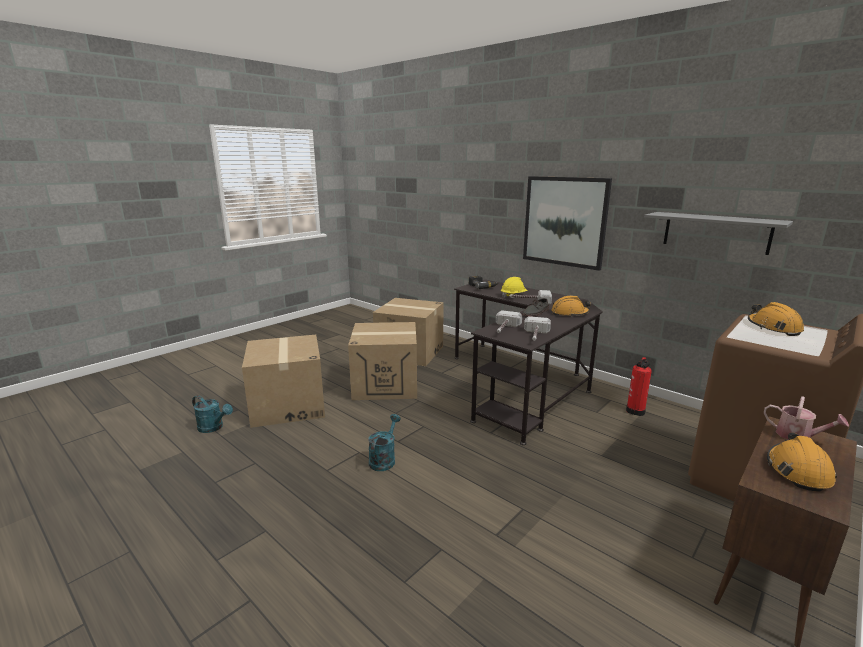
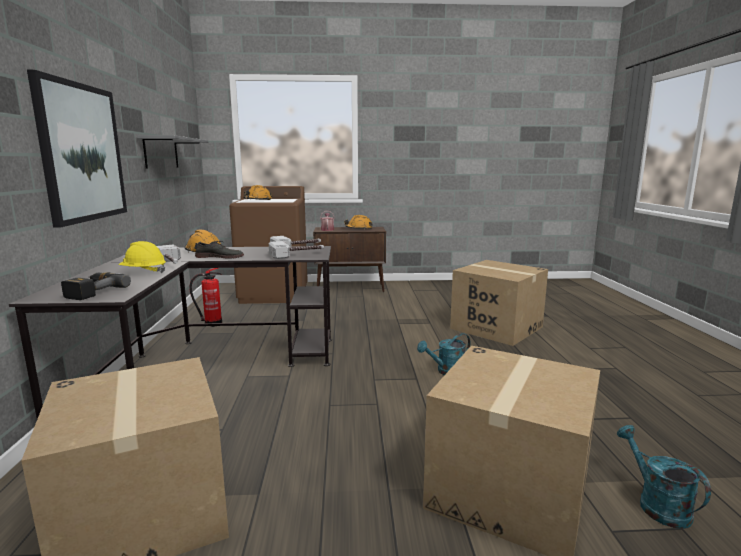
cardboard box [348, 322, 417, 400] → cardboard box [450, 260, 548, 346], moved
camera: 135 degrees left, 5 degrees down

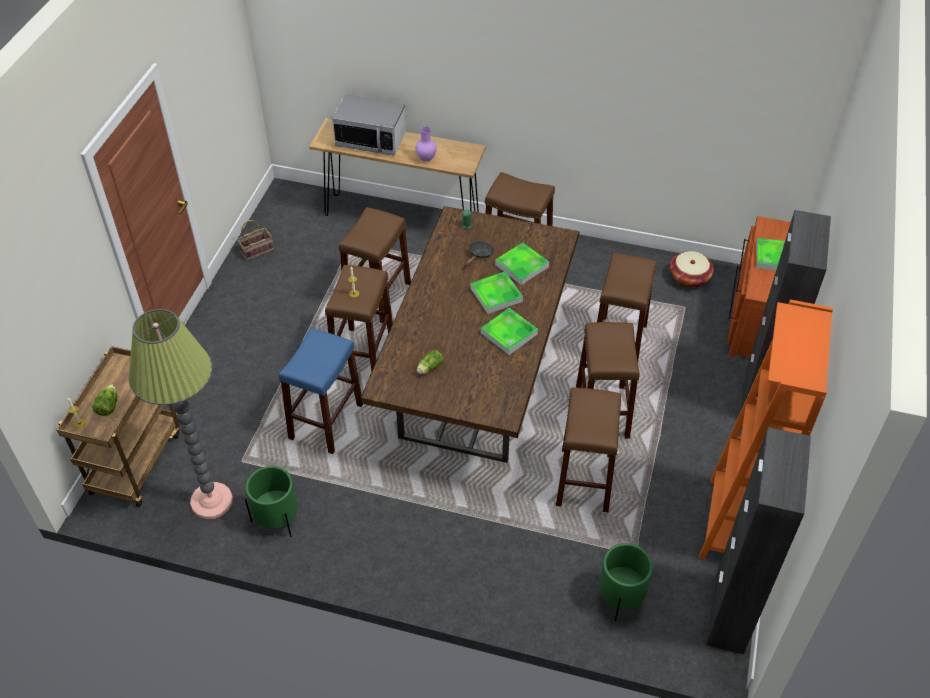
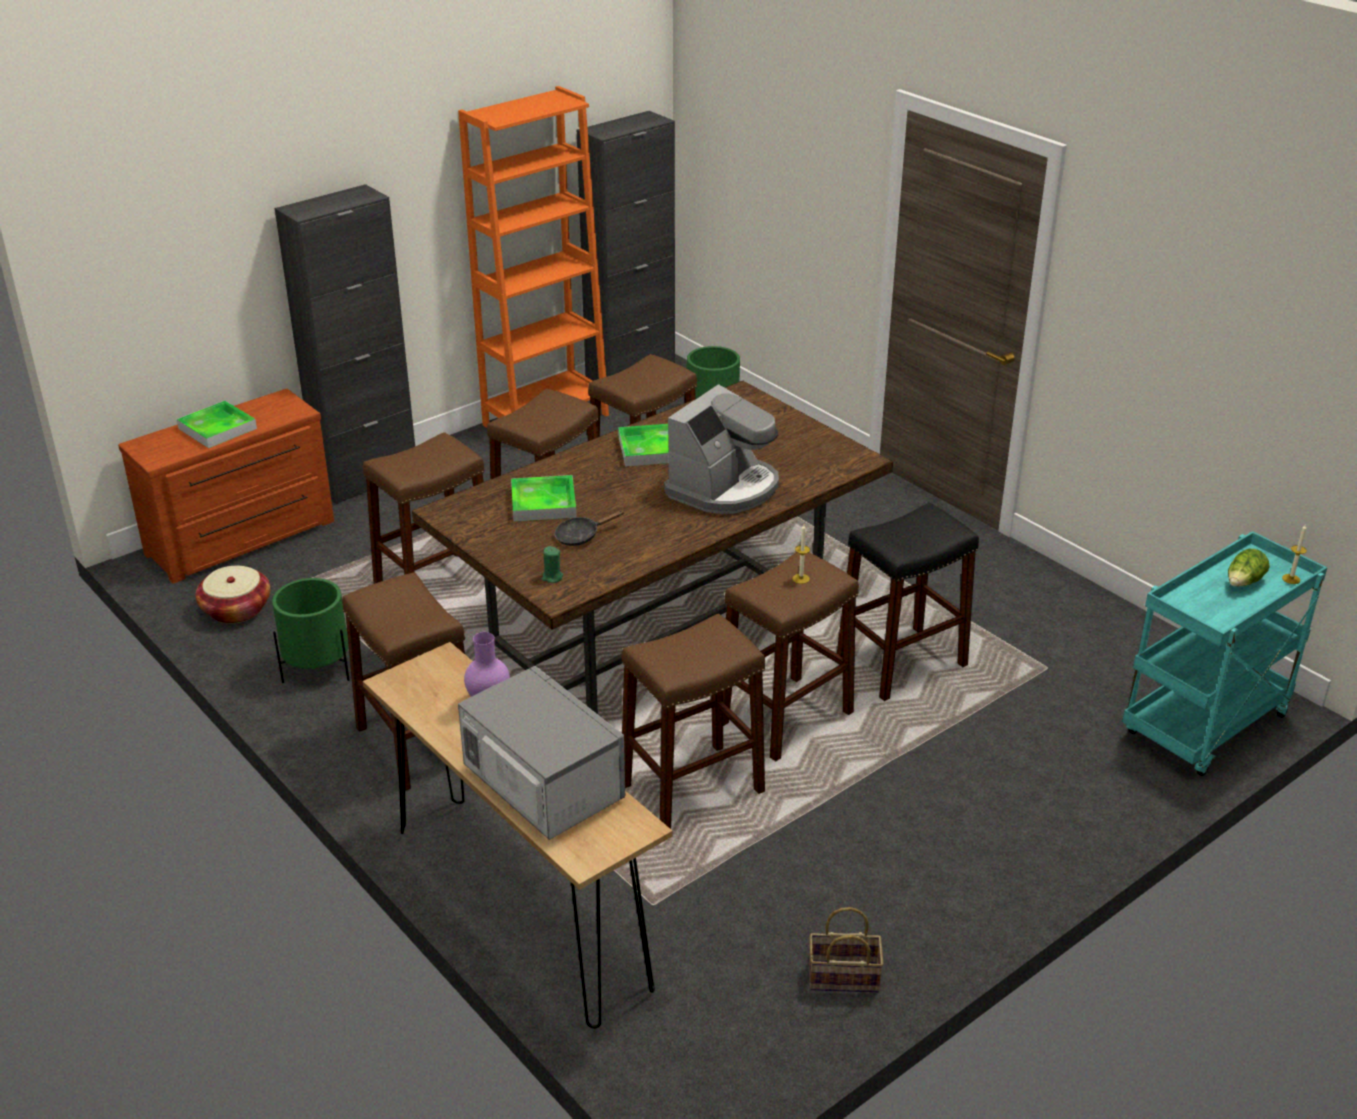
floor lamp [129, 309, 233, 519] → -
lettuce [417, 350, 443, 374] → -
tray [470, 272, 523, 314] → -
- → coffee machine [664, 384, 779, 514]
green planter [245, 466, 298, 537] → green planter [272, 578, 350, 683], moved
brown cart [57, 346, 180, 507] → turquoise cart [1122, 531, 1327, 776]
blue stool [279, 328, 363, 454] → black stool [837, 503, 979, 701]
camera: 145 degrees left, 15 degrees down

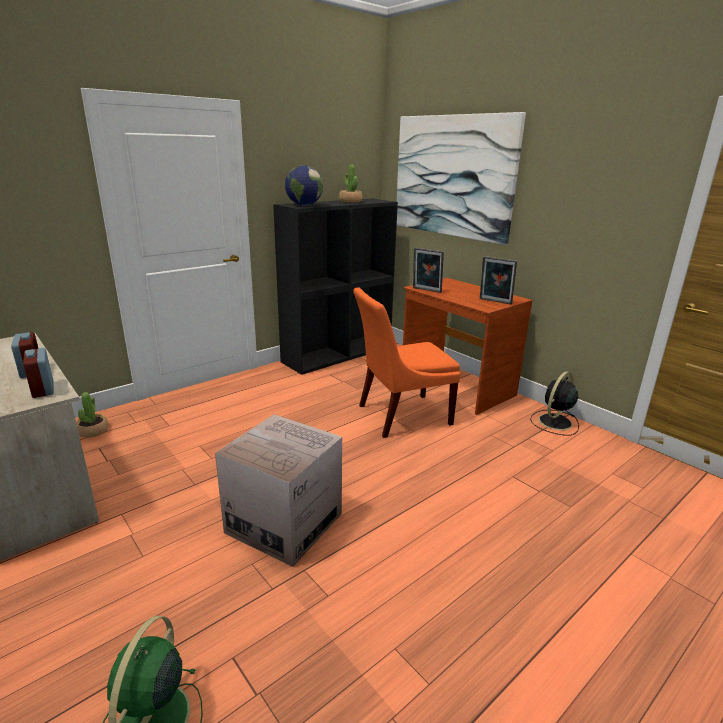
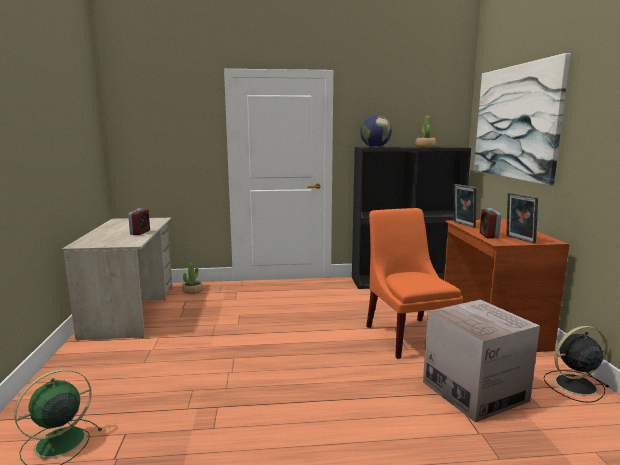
alarm clock [23, 348, 54, 398] → alarm clock [480, 208, 501, 239], moved
cardboard box [215, 414, 342, 567] → cardboard box [423, 299, 540, 422], moved
orange chair [353, 287, 460, 438] → orange chair [366, 208, 463, 359], 60 degrees clockwise
camera: 35 degrees right, 10 degrees down

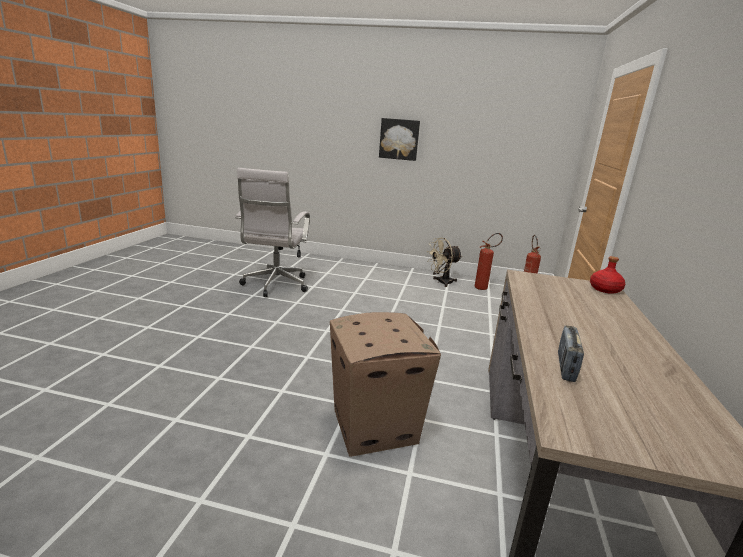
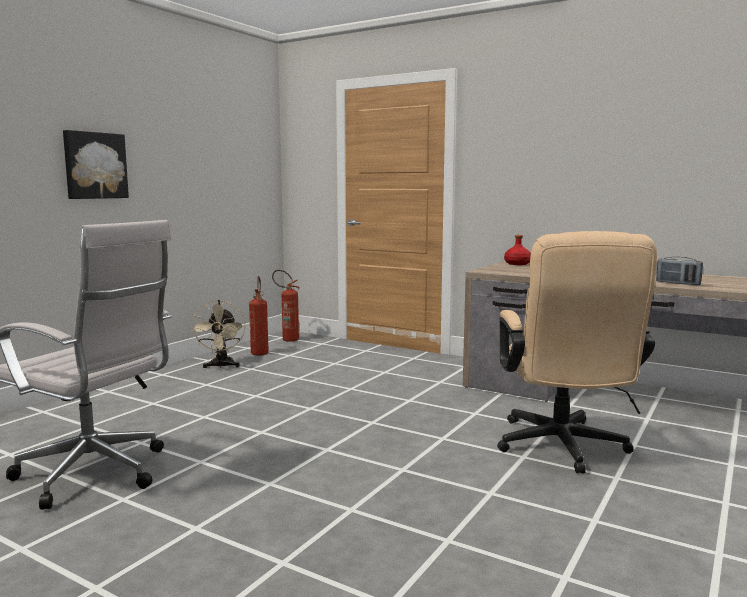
cardboard box [330, 312, 441, 457] → beige office chair [497, 231, 657, 473]
camera: 70 degrees left, 10 degrees down

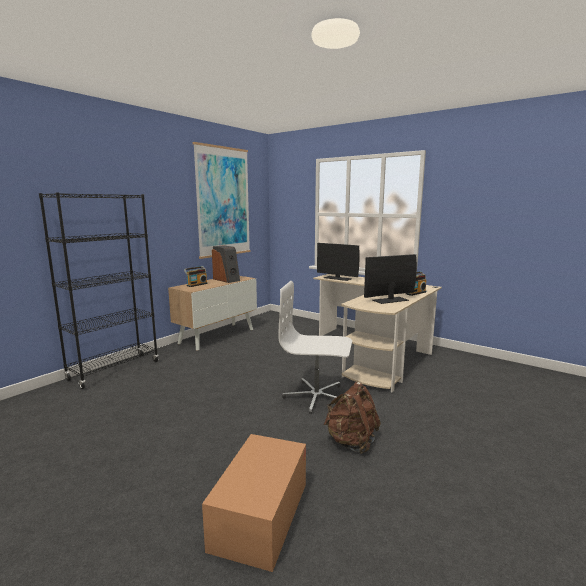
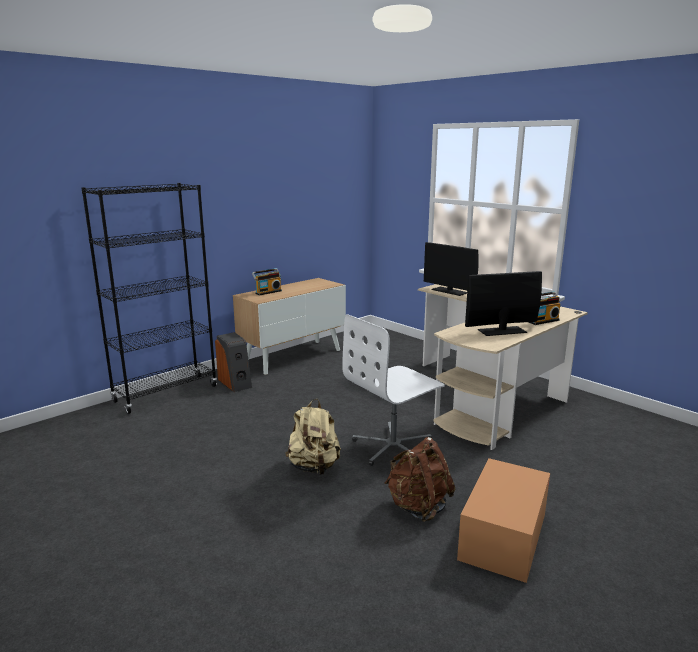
picture [193, 142, 251, 259] → -
- → beige backpack [285, 399, 341, 475]
cardboard box [202, 434, 306, 572] → cardboard box [457, 458, 550, 583], moved
speaker [212, 245, 240, 283] → speaker [215, 332, 252, 392], moved
white office chair [278, 281, 352, 414] → white office chair [342, 314, 445, 466], 60 degrees counterclockwise
camera: 10 degrees right, 5 degrees up

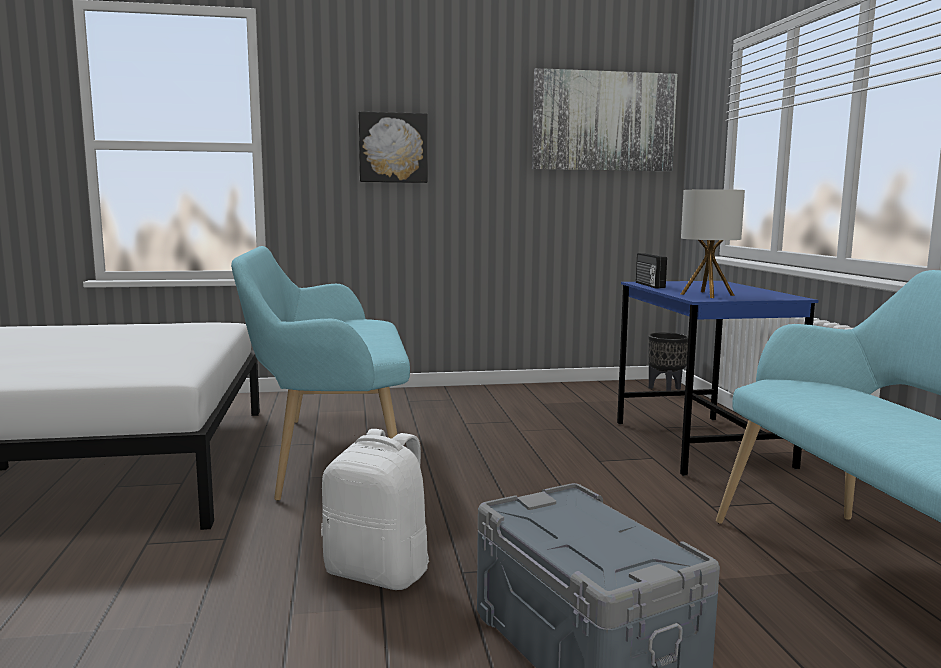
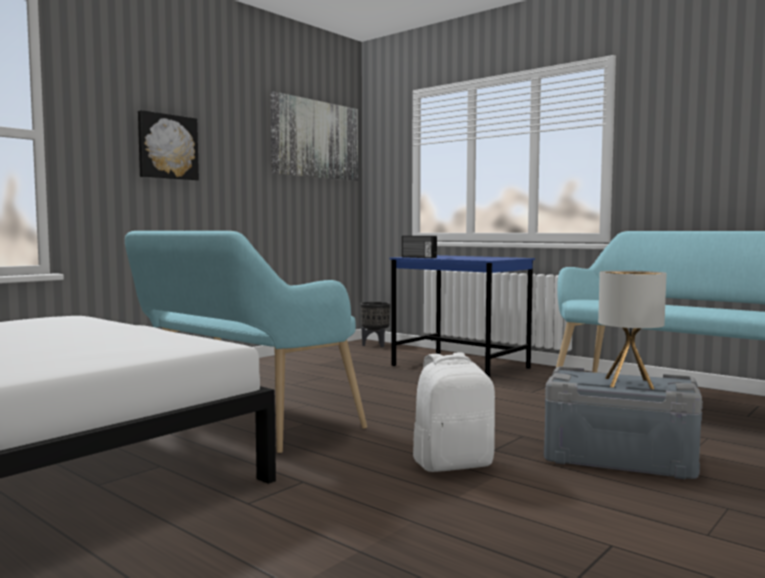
table lamp [680, 189, 745, 298] → table lamp [598, 270, 667, 389], moved
camera: 40 degrees left, 5 degrees down

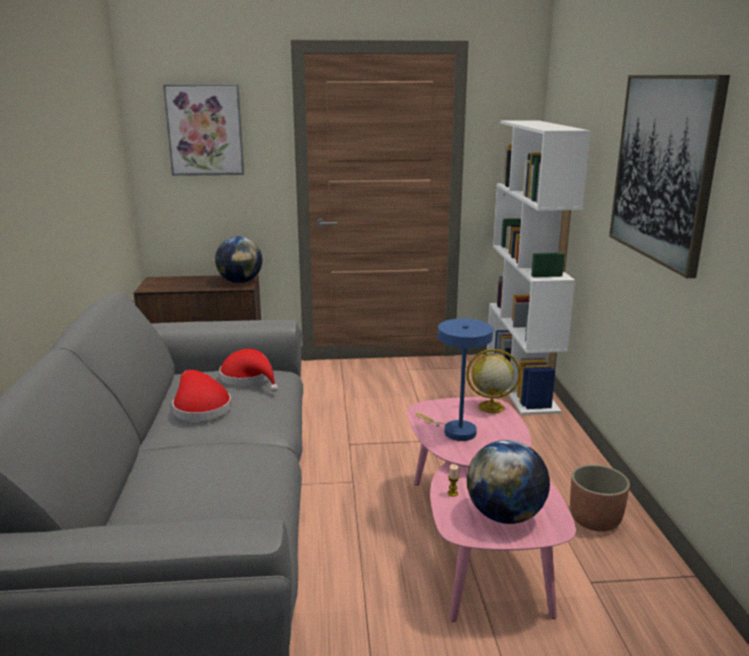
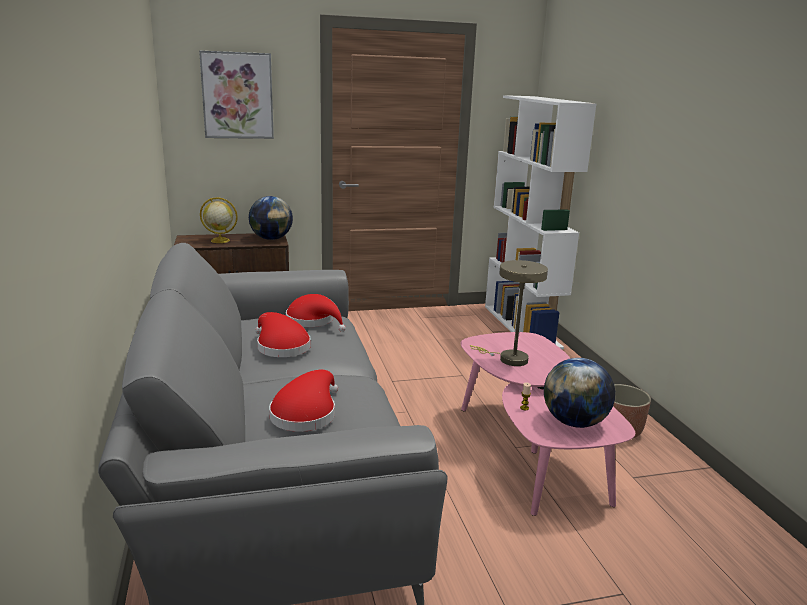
picture [609, 75, 730, 278] → -
- → red hat [269, 370, 338, 432]
globe [466, 349, 521, 413] → globe [200, 197, 238, 243], moved
blue table lamp [415, 319, 493, 441] → beige table lamp [470, 260, 548, 366]
camera: 10 degrees left, 0 degrees up

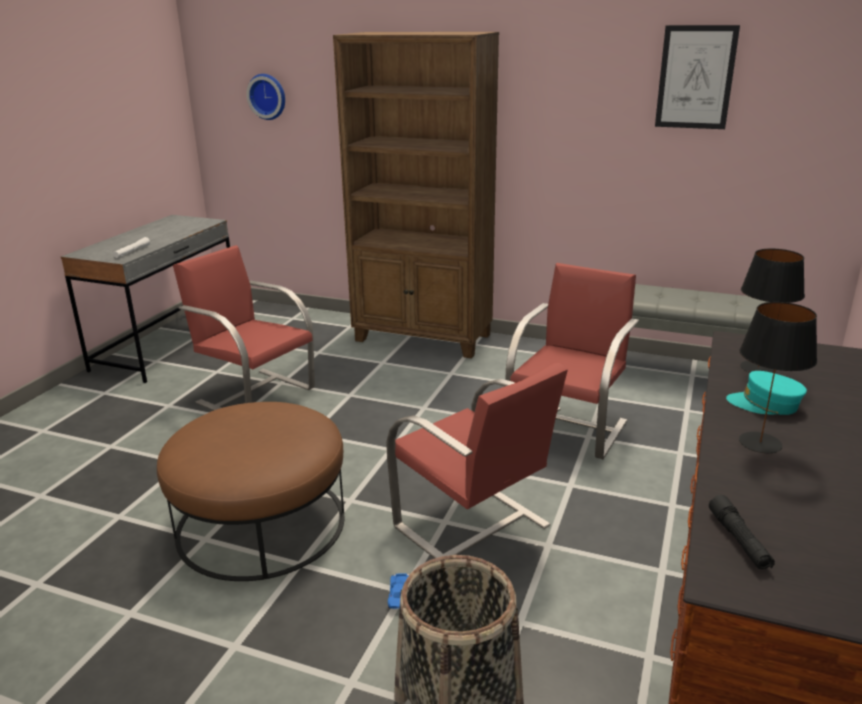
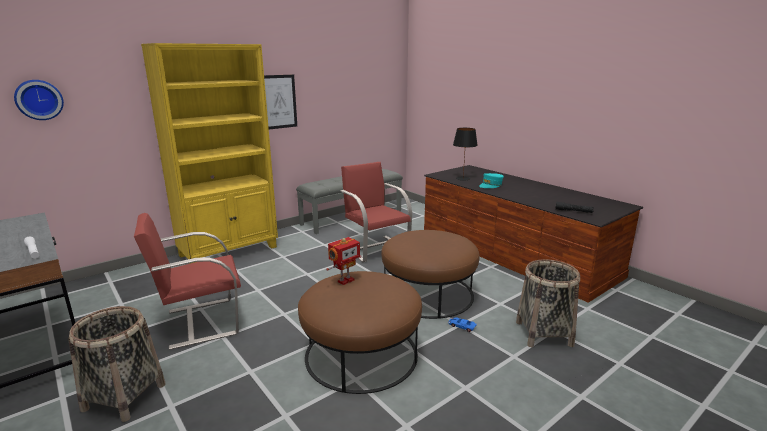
black table lamp [739, 302, 817, 453] → -
- → basket [68, 306, 166, 422]
- → toy robot [326, 237, 362, 285]
picture [655, 25, 740, 129] → picture [264, 75, 297, 129], moved
red chair [386, 363, 568, 559] → brown ottoman [381, 230, 480, 319]
brown bookcase [333, 32, 499, 358] → yellow bookcase [141, 43, 278, 264]
camera: 60 degrees left, 5 degrees down

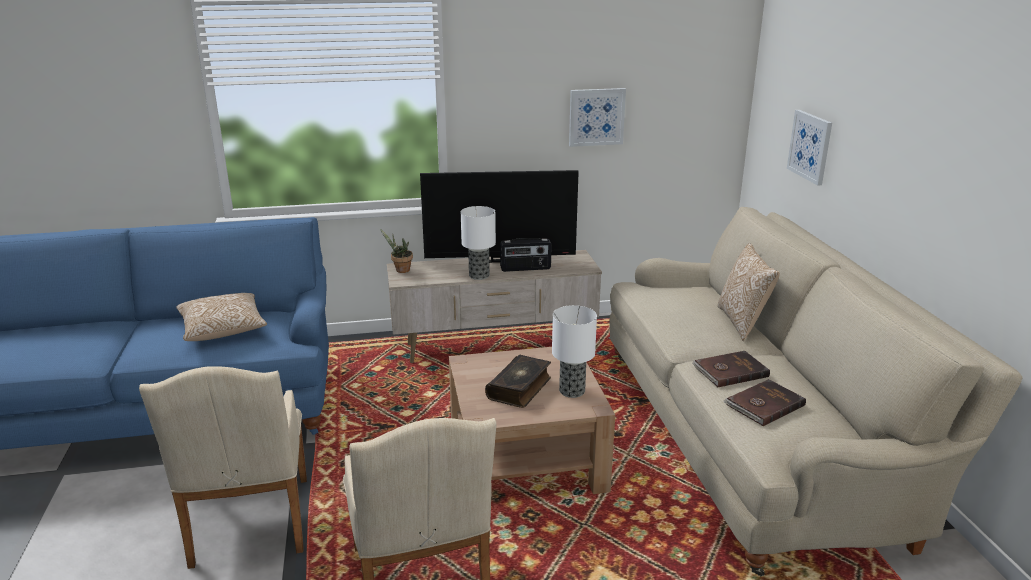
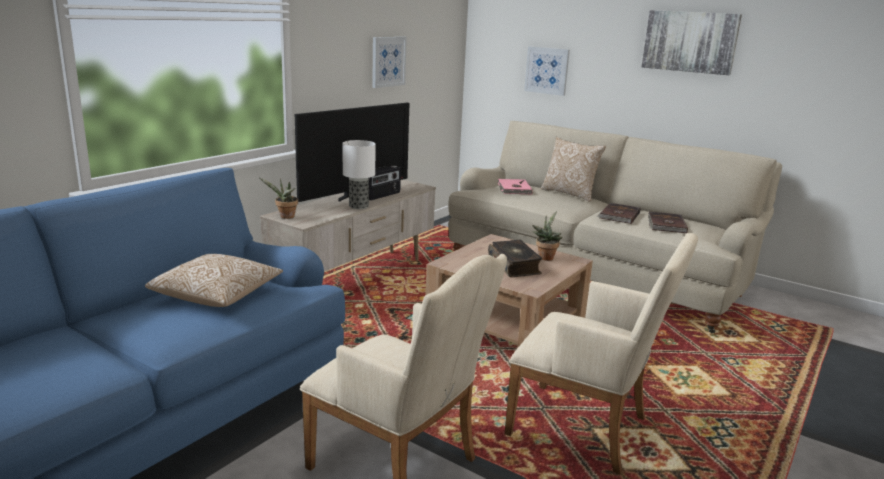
- → pink book [498, 179, 533, 195]
- → picture [641, 10, 742, 75]
table lamp [552, 305, 597, 398] → potted plant [532, 211, 563, 261]
camera: 45 degrees left, 5 degrees down

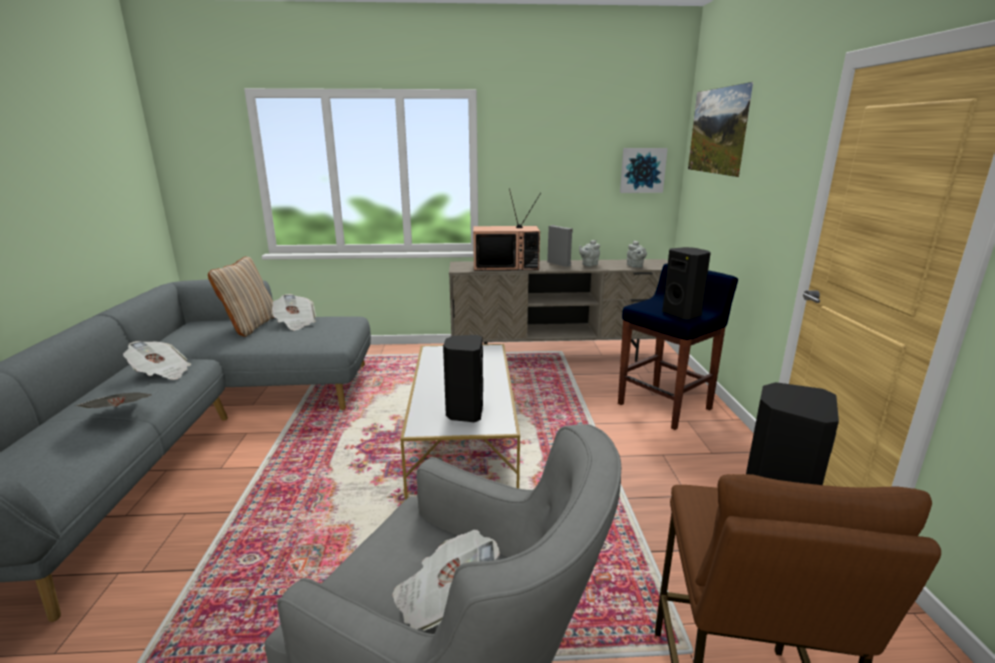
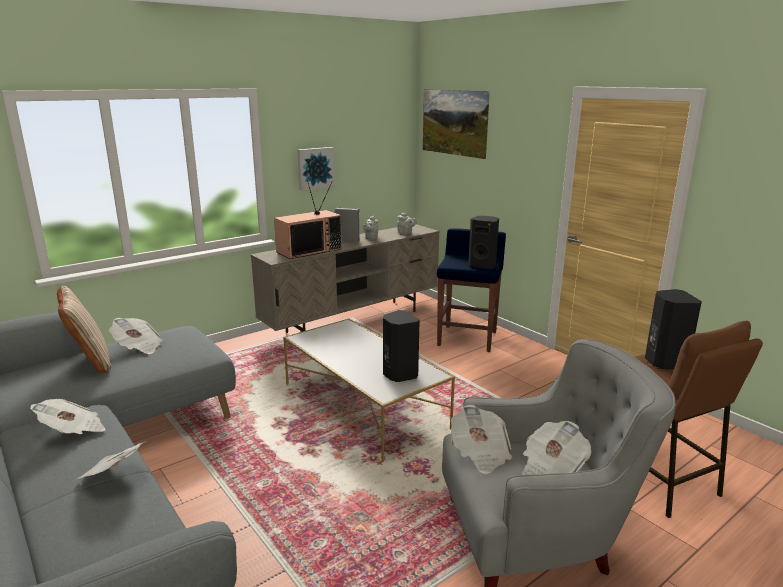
- → newspaper [451, 405, 512, 474]
picture [620, 148, 668, 193] → picture [297, 147, 335, 190], moved
camera: 35 degrees left, 0 degrees up

